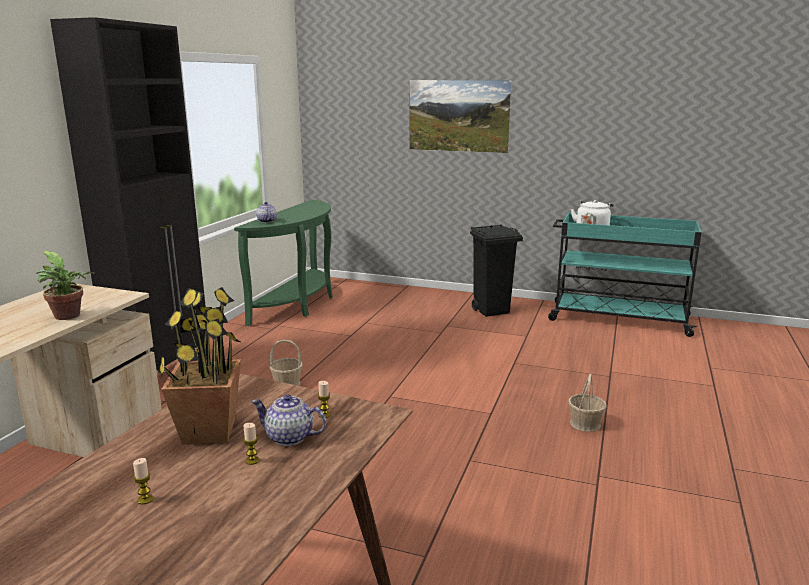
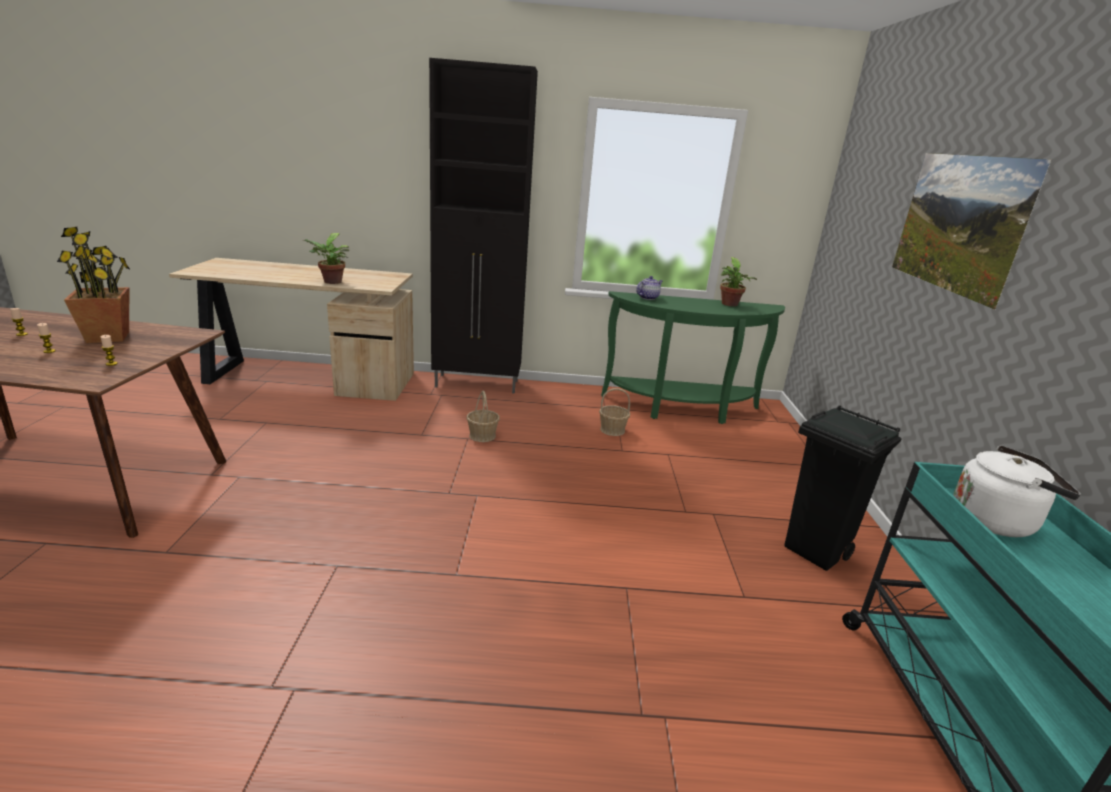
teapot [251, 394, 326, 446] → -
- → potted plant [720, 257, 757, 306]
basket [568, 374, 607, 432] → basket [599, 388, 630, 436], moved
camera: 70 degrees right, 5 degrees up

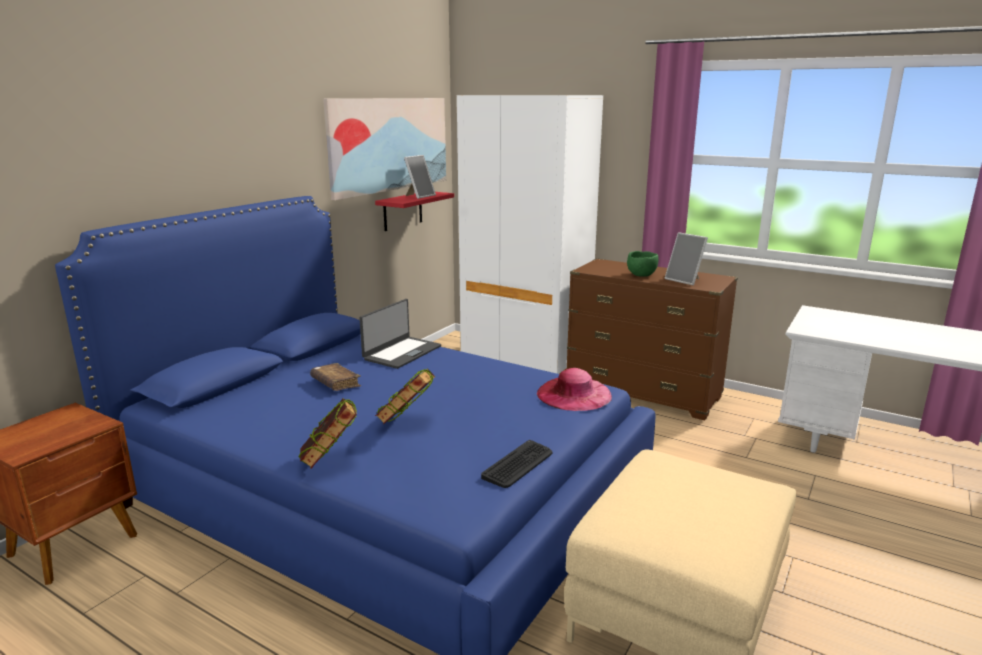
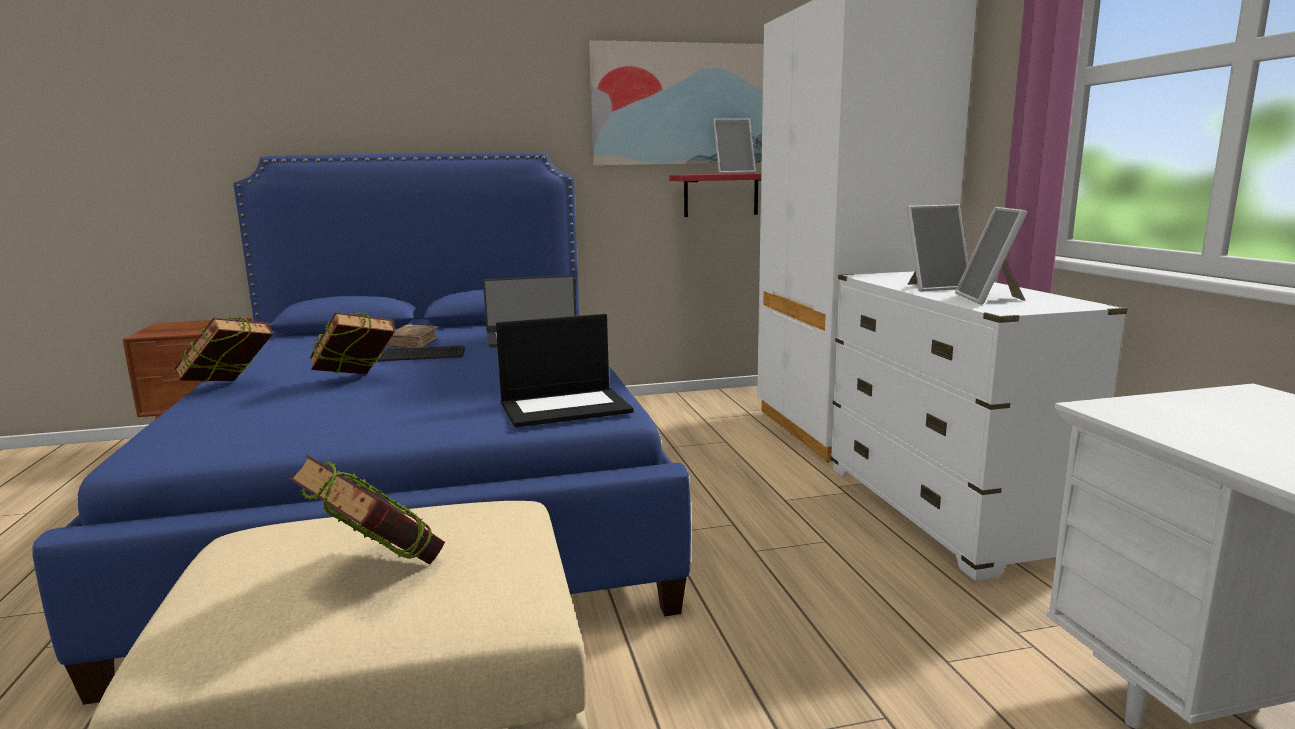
- → book [288, 455, 445, 565]
keyboard [481, 440, 552, 488] → keyboard [378, 346, 465, 361], moved
pink hat [537, 368, 612, 411] → laptop [496, 314, 634, 427]
green bowl [627, 251, 659, 277] → picture frame [906, 204, 969, 292]
brown dresser [567, 258, 738, 420] → white dresser [830, 271, 1128, 581]
camera: 45 degrees right, 5 degrees down

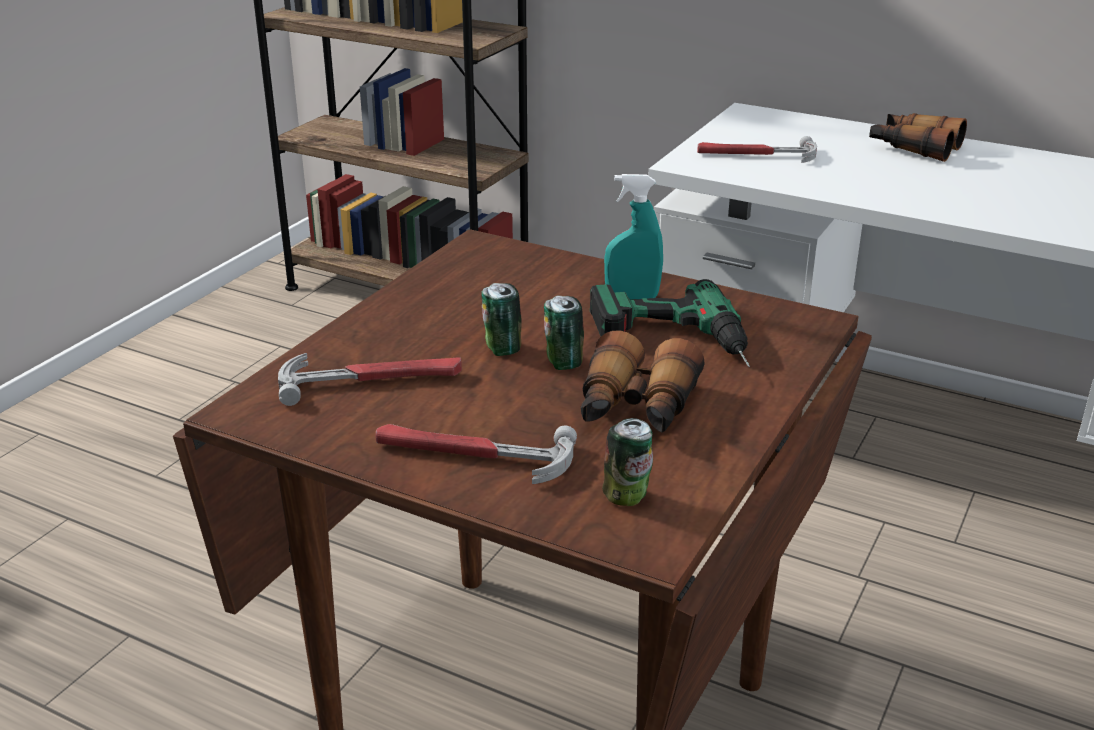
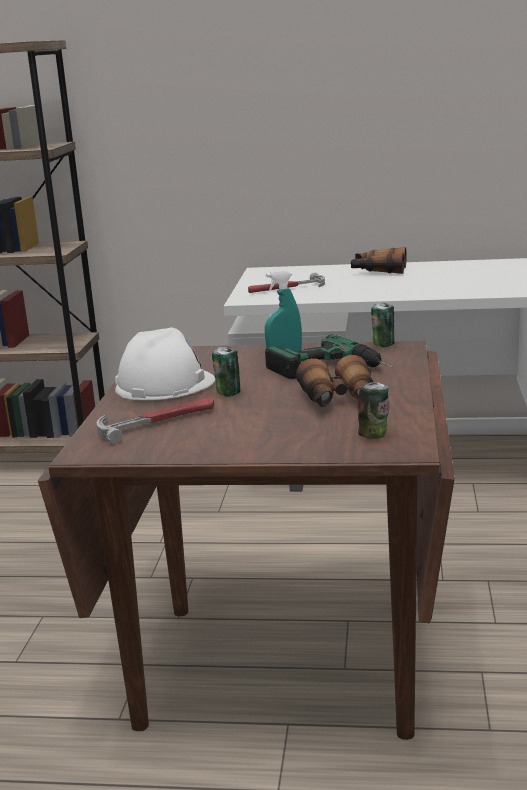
hammer [376, 424, 577, 484] → -
- → white hard hat [115, 328, 215, 401]
can [544, 296, 584, 370] → can [371, 303, 395, 347], moved
camera: 20 degrees left, 10 degrees down

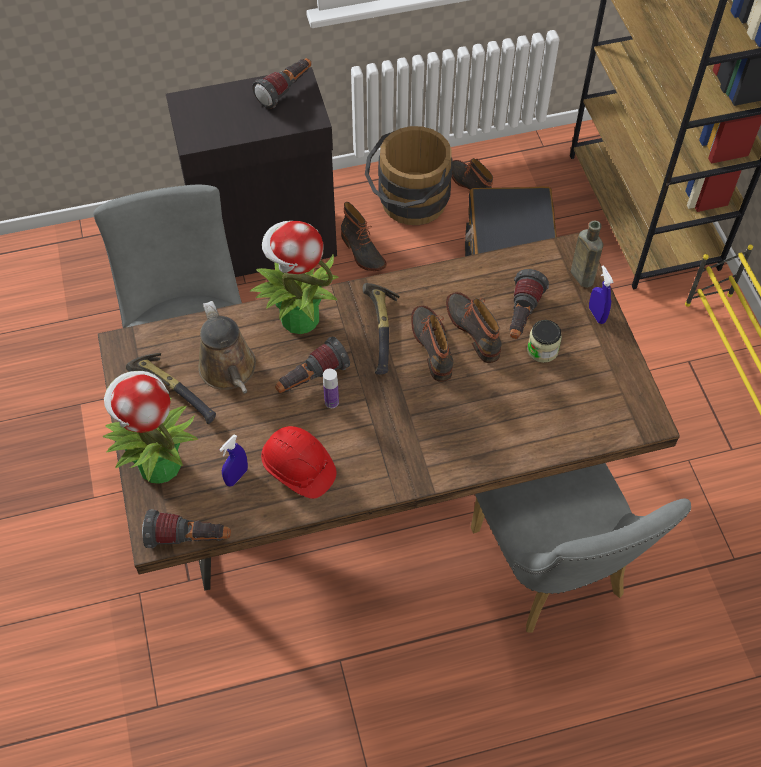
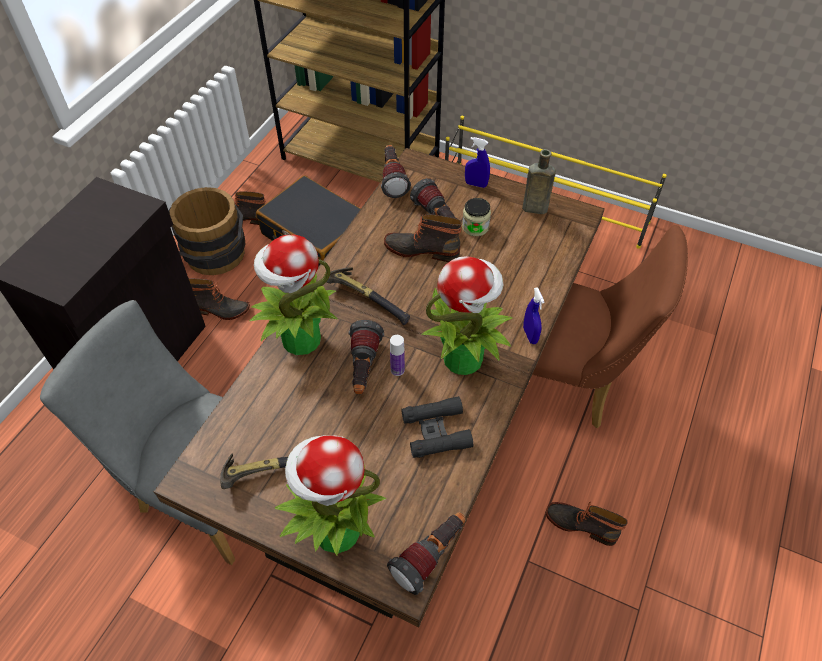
brown watering can [198, 301, 256, 394] → -
- → potted plant [422, 256, 512, 375]
blue spray bottle [219, 434, 248, 487] → blue spray bottle [523, 287, 544, 344], moved
flashlight [252, 58, 312, 109] → flashlight [381, 145, 411, 198], moved
boot [411, 306, 453, 382] → boot [546, 502, 628, 546], moved
brown bottle [571, 220, 604, 288] → brown bottle [522, 149, 556, 214], moved
red hard hat [261, 426, 337, 499] → black binoculars [401, 396, 473, 458]
grey chair [471, 463, 691, 633] → brown chair [532, 225, 688, 428]
camera: 50 degrees left, 5 degrees down

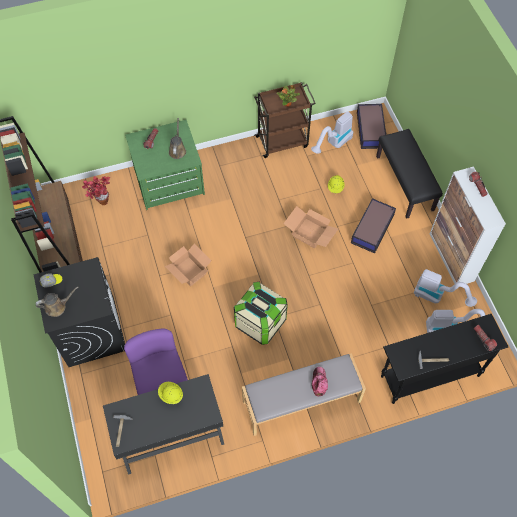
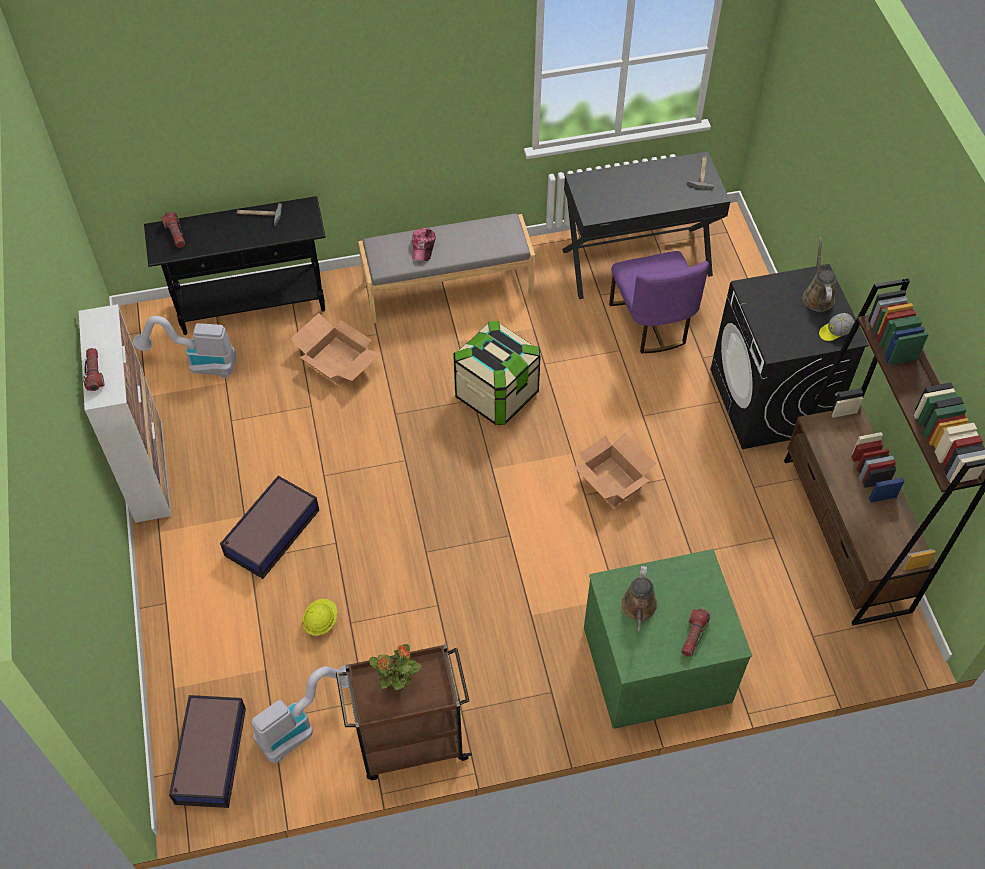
potted plant [82, 176, 110, 205] → -
yellow hard hat [158, 382, 183, 404] → -
black bench [376, 129, 443, 219] → -
vacuum cleaner [414, 269, 477, 307] → -
cardboard box [283, 206, 338, 248] → cardboard box [290, 313, 381, 385], moved
brown watering can [35, 287, 79, 317] → brown watering can [803, 237, 837, 312], 105 degrees clockwise
camera: 175 degrees left, 5 degrees down

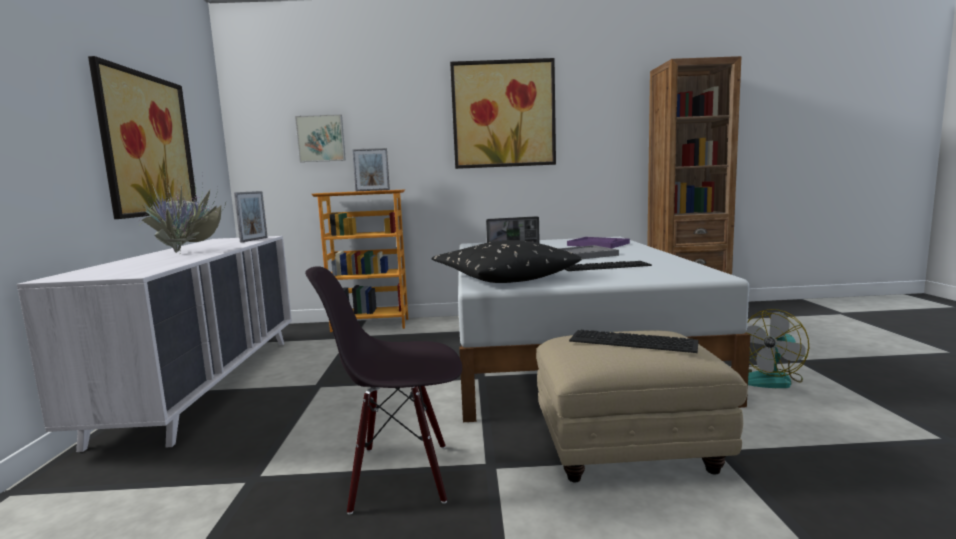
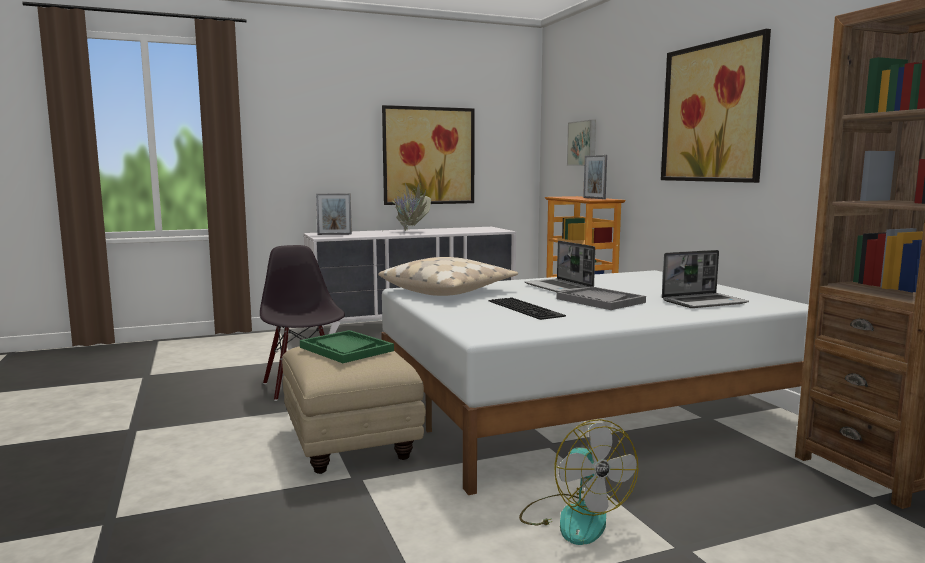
picture frame [234, 191, 268, 242] → picture frame [316, 193, 352, 235], moved
purple tray [567, 237, 630, 248] → laptop [662, 250, 749, 308]
keyboard [569, 330, 699, 353] → green tray [300, 330, 394, 363]
black pillow [432, 240, 582, 283] → beige pillow [378, 257, 518, 296]
fan [745, 309, 809, 388] → fan [519, 419, 638, 545], 150 degrees counterclockwise
camera: 70 degrees right, 0 degrees up

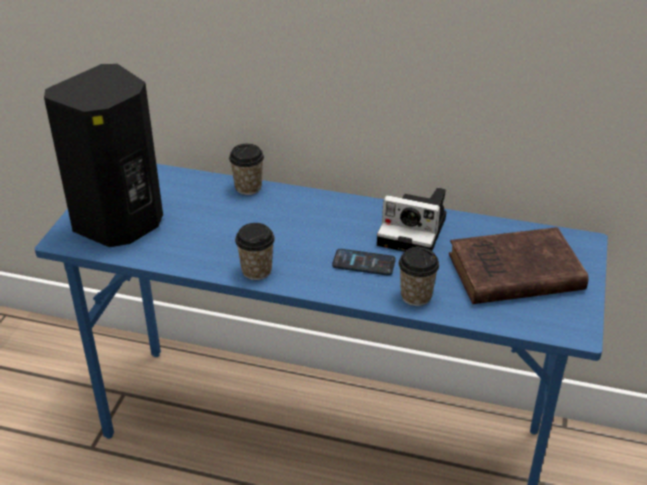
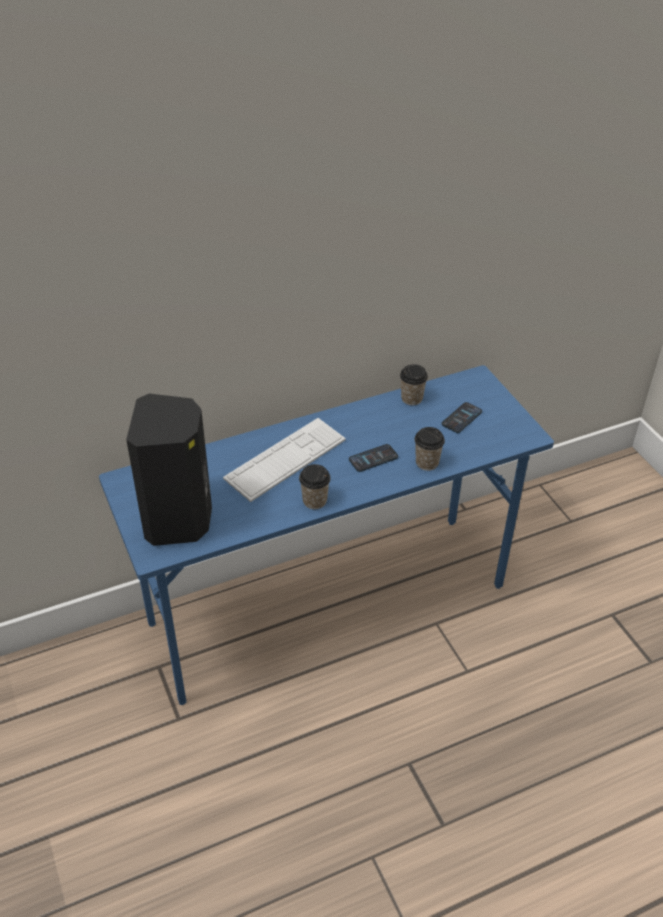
photo camera [377, 188, 447, 252] → -
- → keyboard [223, 418, 346, 502]
cup [229, 144, 264, 195] → cup [400, 364, 428, 406], moved
brown book [449, 227, 588, 304] → phone [442, 402, 482, 433]
camera: 40 degrees left, 5 degrees up

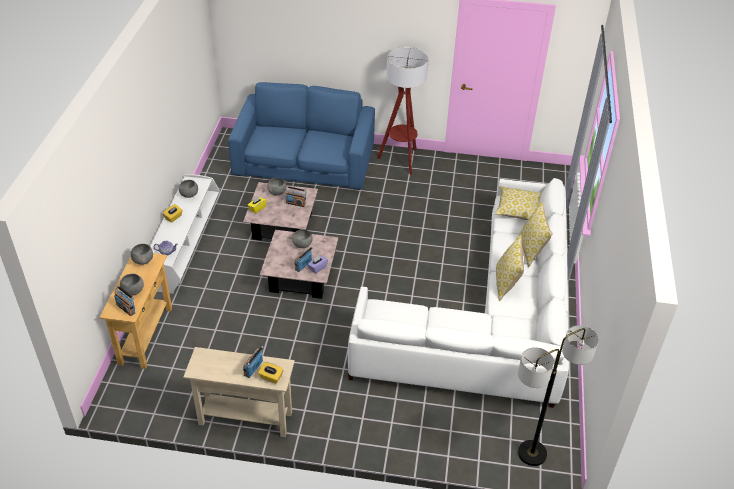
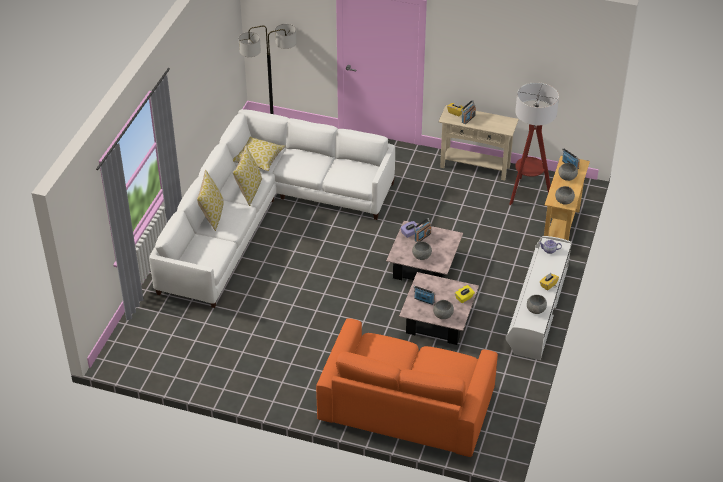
floor lamp [377, 47, 429, 175] → floor lamp [509, 82, 559, 205], moved
pillow [495, 186, 542, 220] → pillow [233, 137, 285, 171], moved
blue sofa [228, 82, 375, 190] → orange sofa [316, 318, 498, 457]
camera: 170 degrees left, 0 degrees up

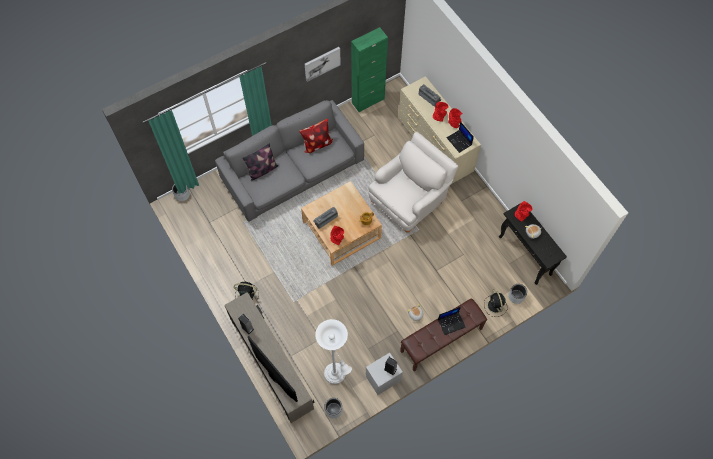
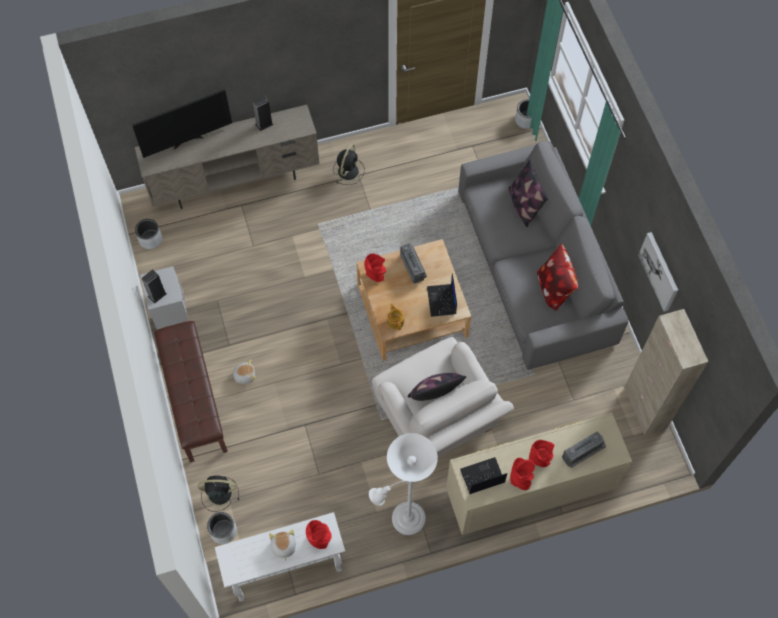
- → pillow [408, 373, 466, 401]
white floor lamp [315, 319, 352, 384] → white floor lamp [369, 433, 438, 535], moved
laptop [438, 307, 465, 335] → laptop [427, 273, 457, 317], moved
green cabinet [351, 27, 388, 112] → beige cabinet [624, 309, 709, 435]
black console table [499, 203, 567, 285] → white console table [215, 512, 345, 602]
camera: 105 degrees right, 0 degrees up

